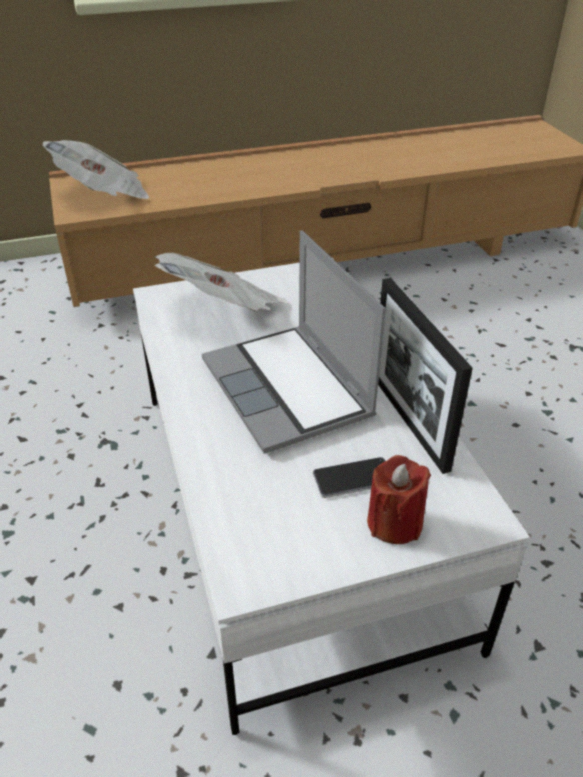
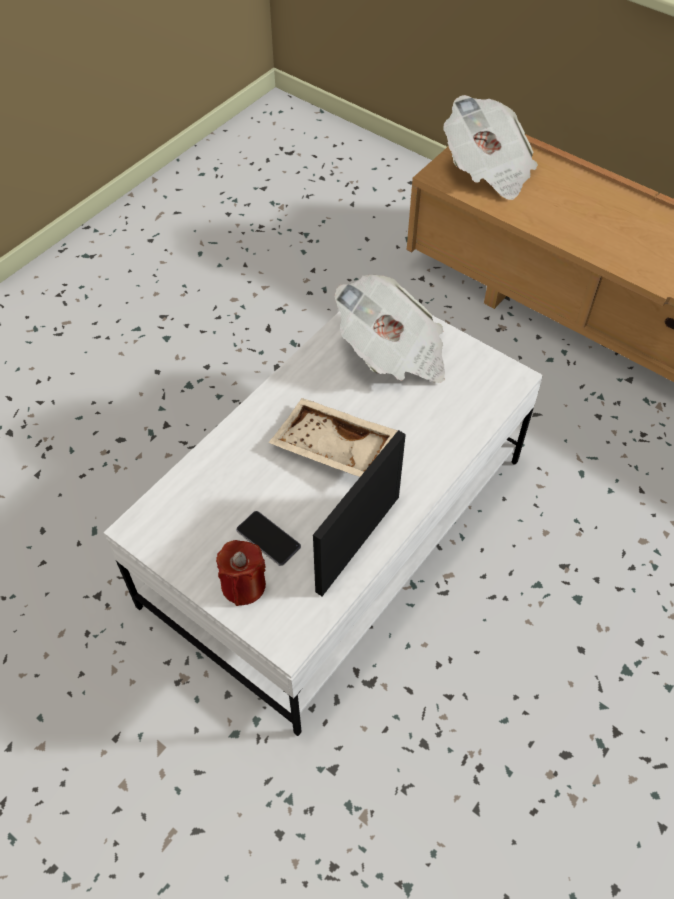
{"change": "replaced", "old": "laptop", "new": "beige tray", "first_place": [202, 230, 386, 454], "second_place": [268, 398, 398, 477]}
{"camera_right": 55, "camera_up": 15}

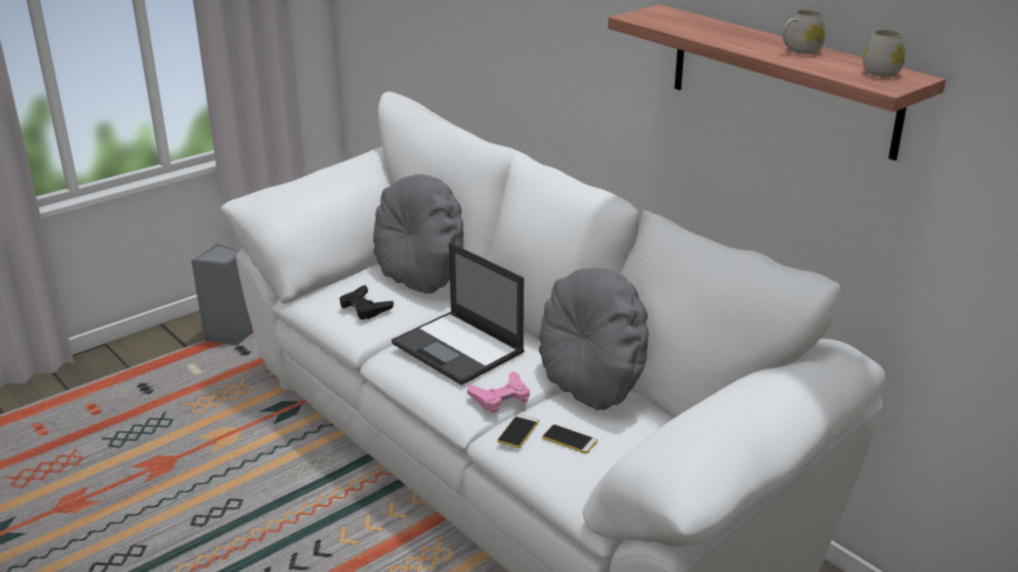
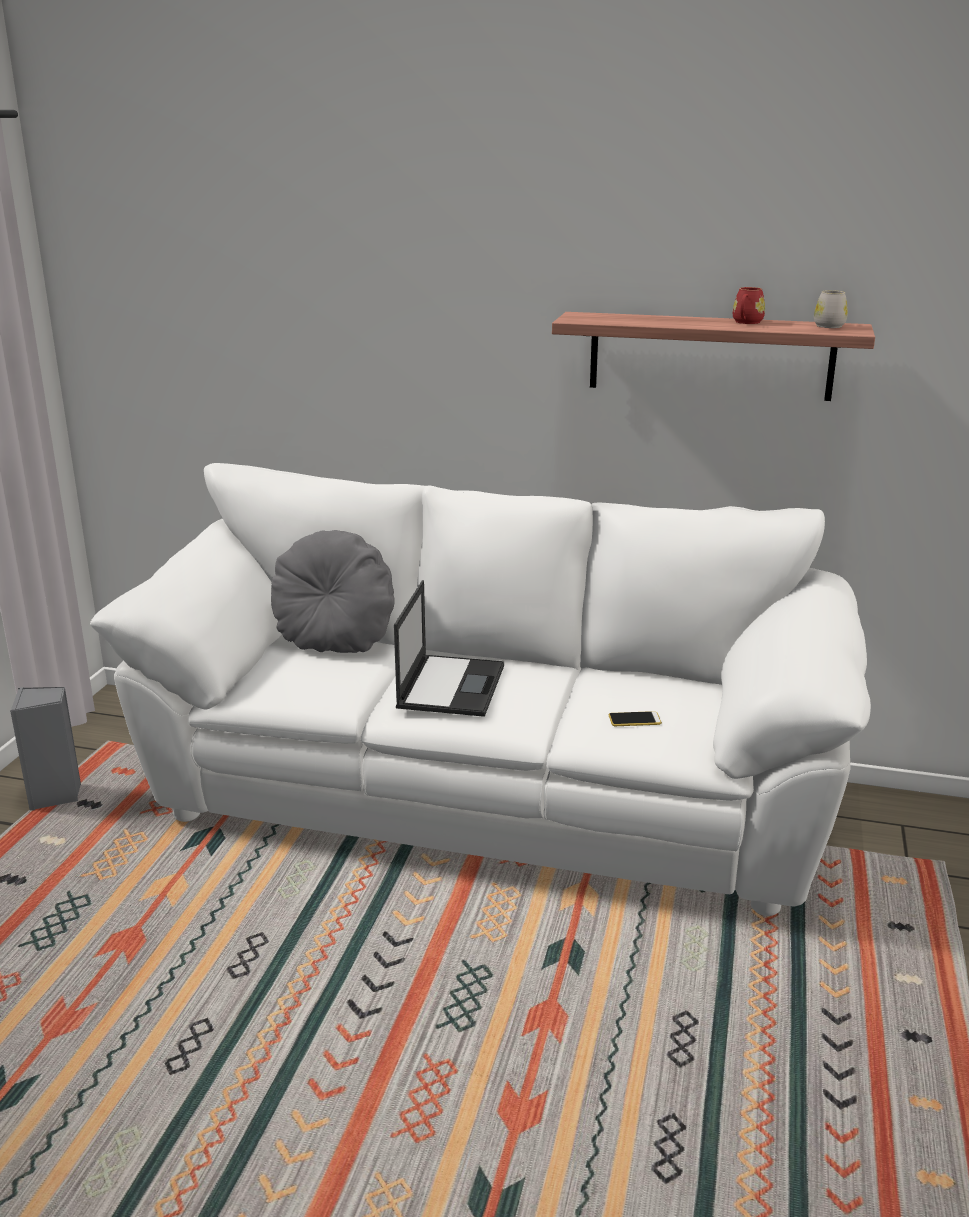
{"change": "removed", "old": "black game controller", "first_place": [340, 285, 394, 320]}
{"change": "removed", "old": "pink game controller", "first_place": [467, 371, 530, 413]}
{"change": "removed", "old": "phone", "first_place": [497, 414, 539, 448]}
{"change": "removed", "old": "grey pillow", "first_place": [539, 268, 649, 410]}
{"change": "recoloured", "old": "white mug", "new": "red mug", "first_place": [782, 9, 825, 54], "second_place": [733, 287, 765, 324]}
{"change": "turned", "old": "laptop", "first_place": [391, 242, 524, 385], "second_place": [394, 580, 504, 717], "degrees": -90}
{"camera_right": -35, "camera_up": -5}

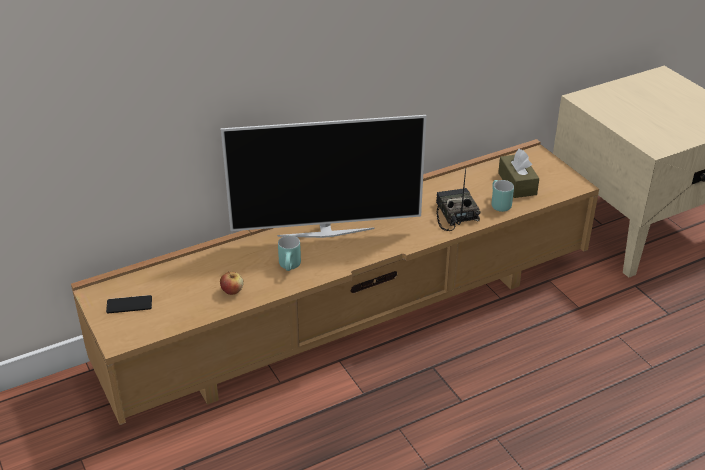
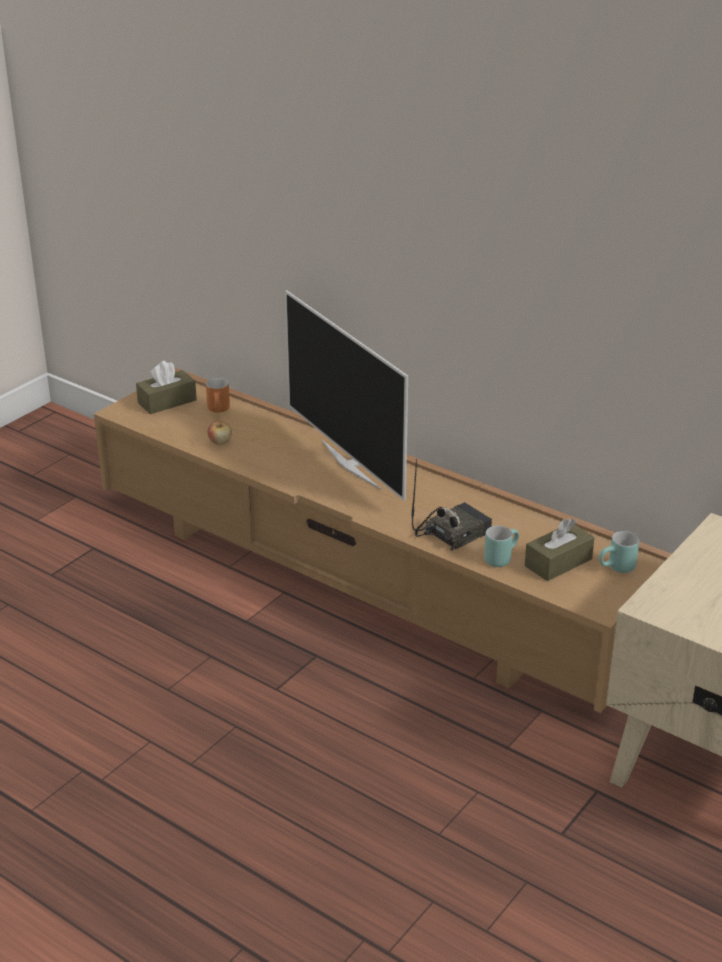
{"change": "added", "new": "orange mug", "second_place": [206, 378, 230, 413]}
{"change": "moved", "old": "turquoise mug", "first_place": [278, 235, 301, 271], "second_place": [599, 531, 639, 573]}
{"change": "replaced", "old": "phone", "new": "brown tissue box", "first_place": [106, 295, 152, 313], "second_place": [136, 361, 197, 414]}
{"camera_right": 65, "camera_up": -5}

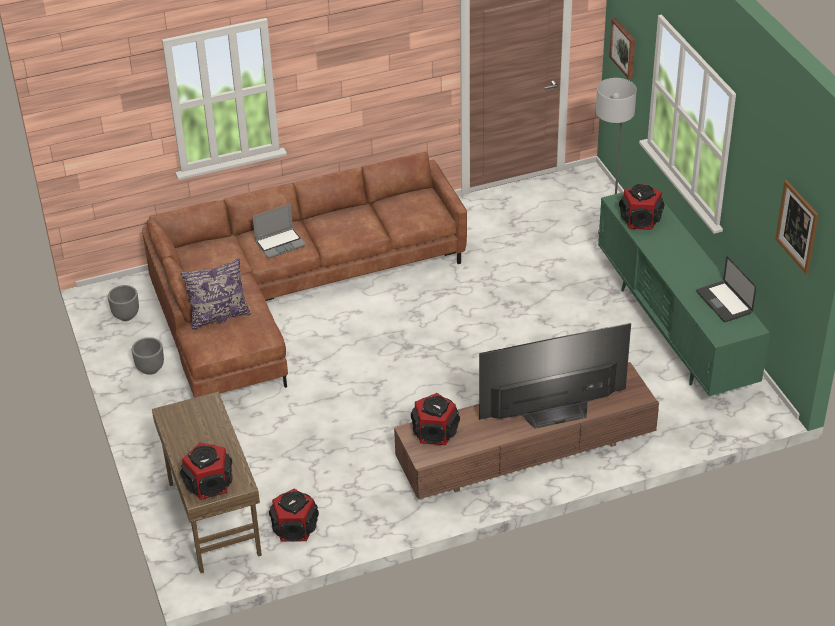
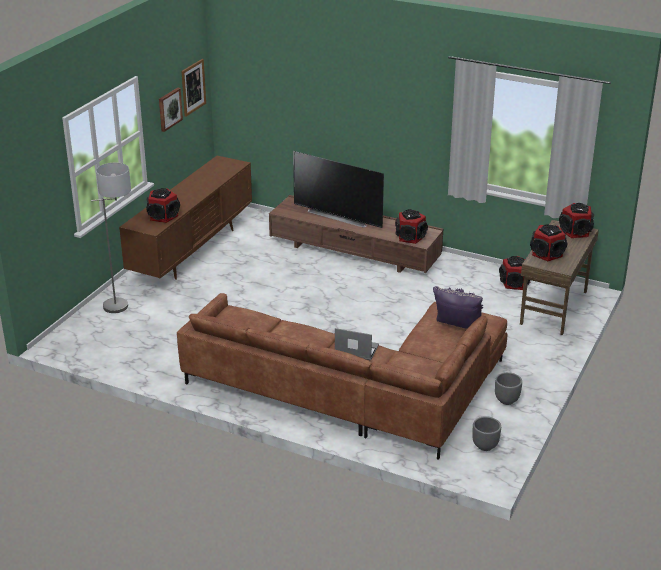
{"change": "removed", "old": "laptop", "first_place": [696, 256, 756, 322]}
{"change": "added", "new": "speaker", "second_place": [530, 224, 567, 261]}
{"change": "moved", "old": "picture", "first_place": [609, 18, 635, 79], "second_place": [159, 88, 183, 132]}
{"change": "recoloured", "old": "green cabinet", "new": "brown cabinet", "first_place": [598, 185, 770, 396], "second_place": [119, 156, 252, 280]}
{"camera_right": -135, "camera_up": -10}

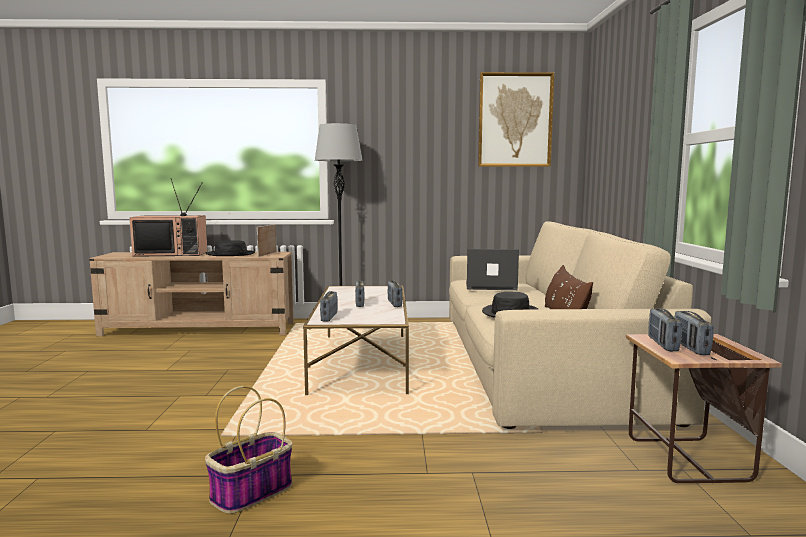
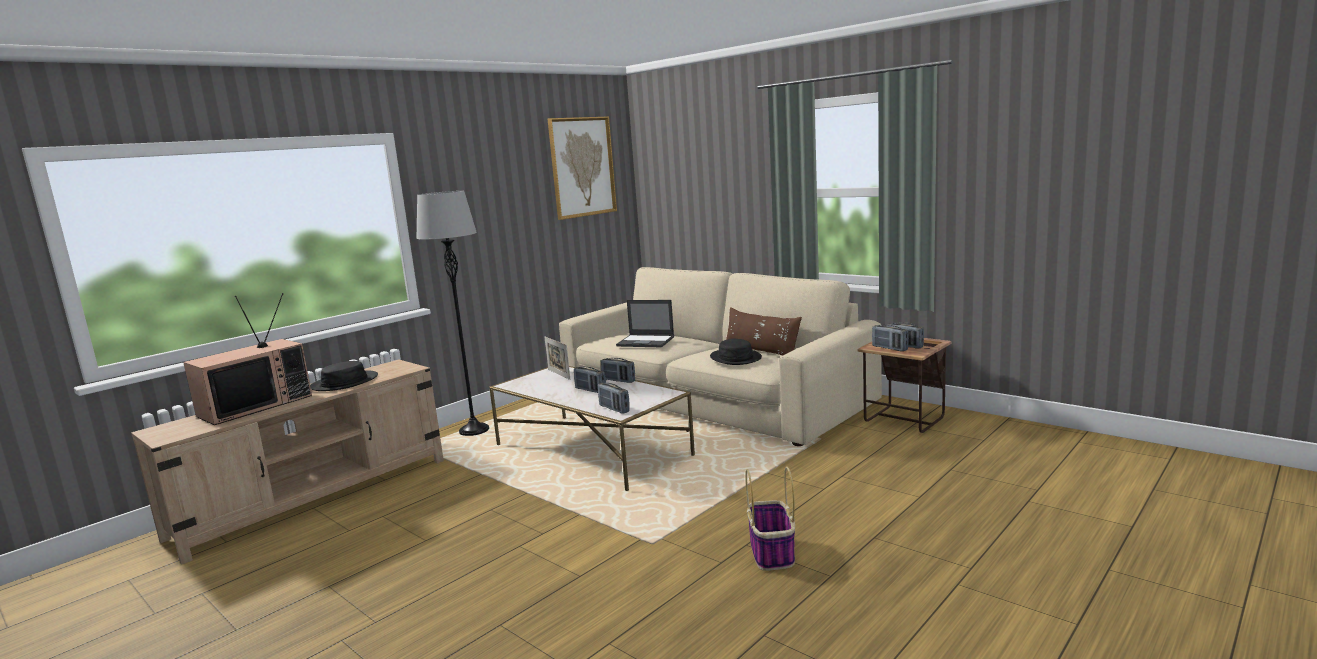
{"change": "moved", "old": "picture frame", "first_place": [257, 224, 277, 257], "second_place": [545, 337, 570, 380]}
{"change": "turned", "old": "laptop", "first_place": [466, 249, 519, 290], "second_place": [616, 300, 674, 347], "degrees": -120}
{"camera_right": -45, "camera_up": 5}

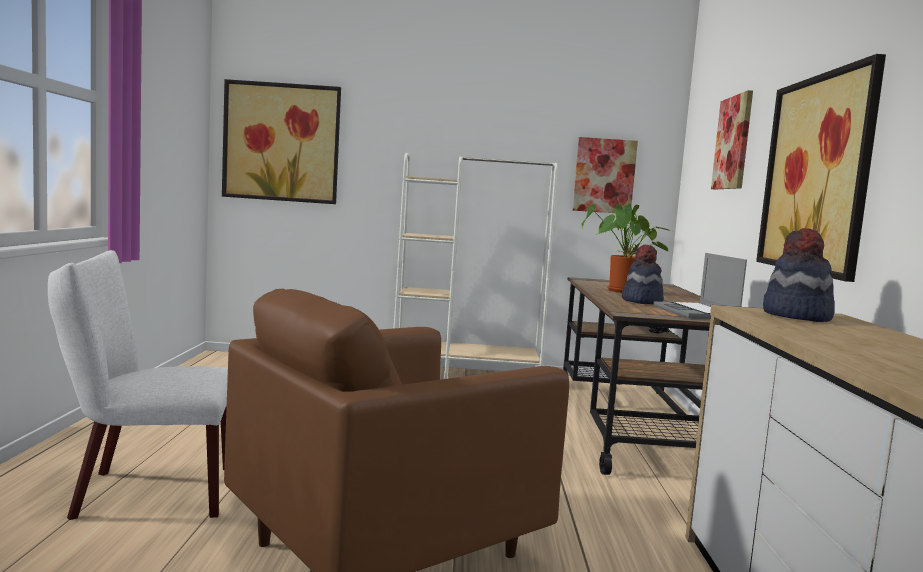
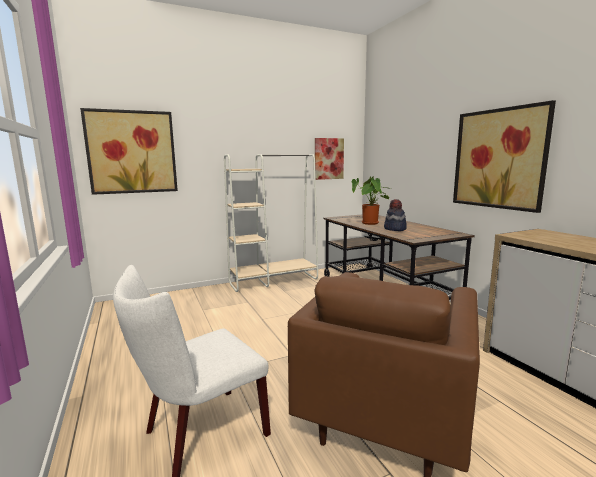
{"change": "removed", "old": "laptop", "first_place": [653, 253, 747, 319]}
{"change": "removed", "old": "picture", "first_place": [711, 90, 753, 190]}
{"change": "removed", "old": "hat", "first_place": [763, 228, 834, 322]}
{"camera_right": -25, "camera_up": 5}

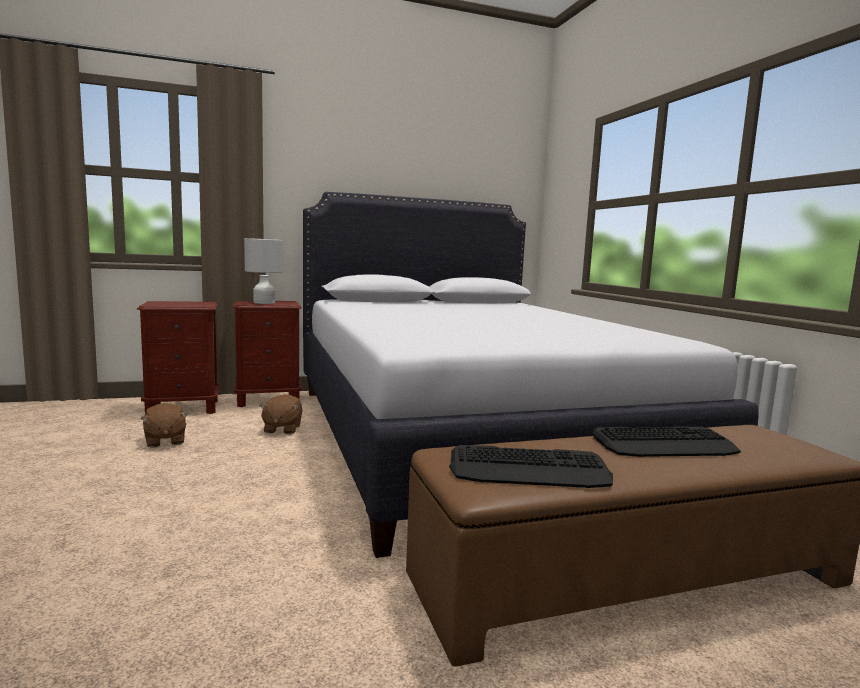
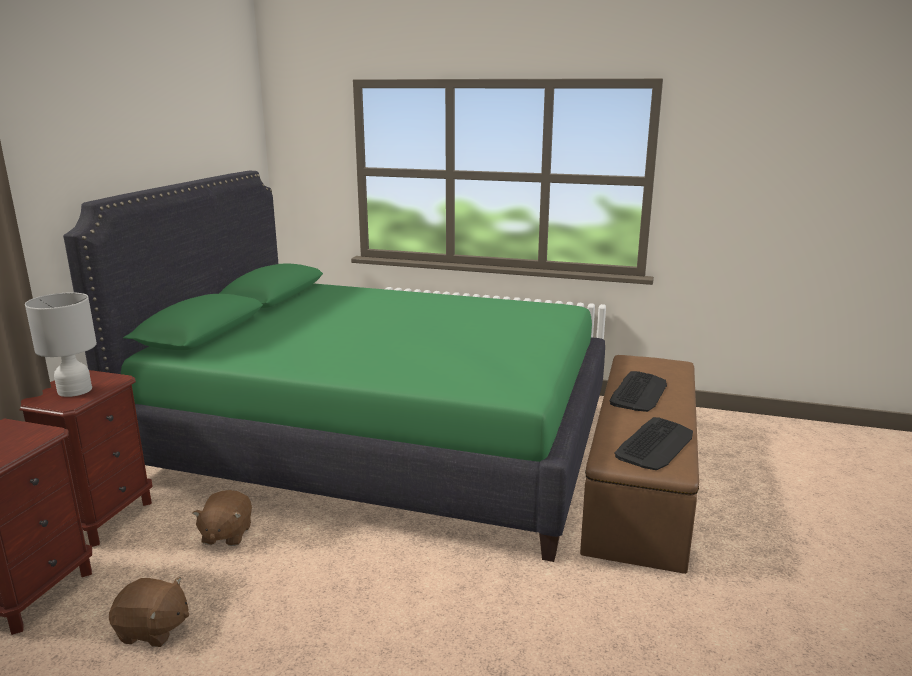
{"change": "recoloured", "old": "white bed", "new": "green bed", "first_place": [303, 192, 758, 558], "second_place": [63, 171, 605, 562]}
{"change": "turned", "old": "brown plush toy", "first_place": [259, 394, 303, 434], "second_place": [192, 490, 252, 546], "degrees": 60}
{"camera_right": -55, "camera_up": 10}

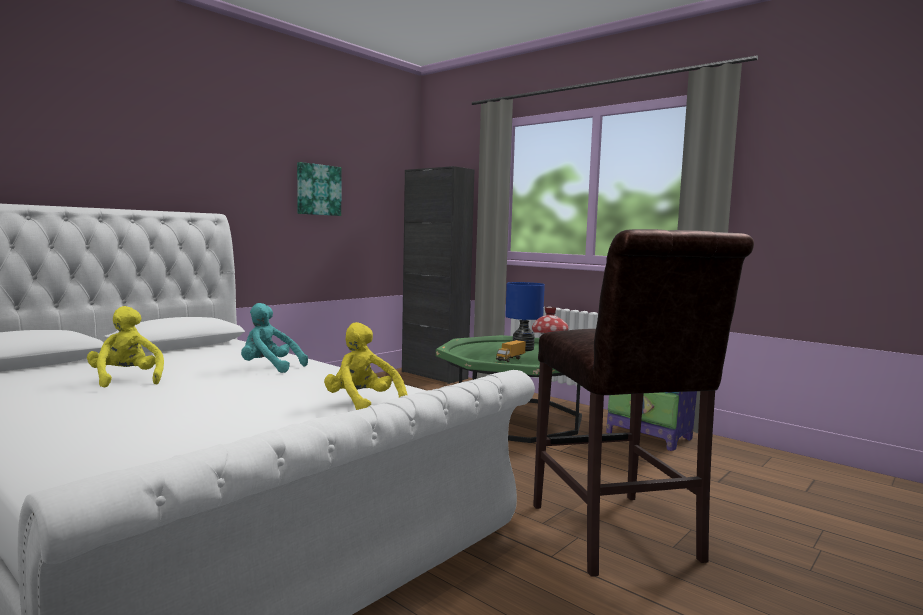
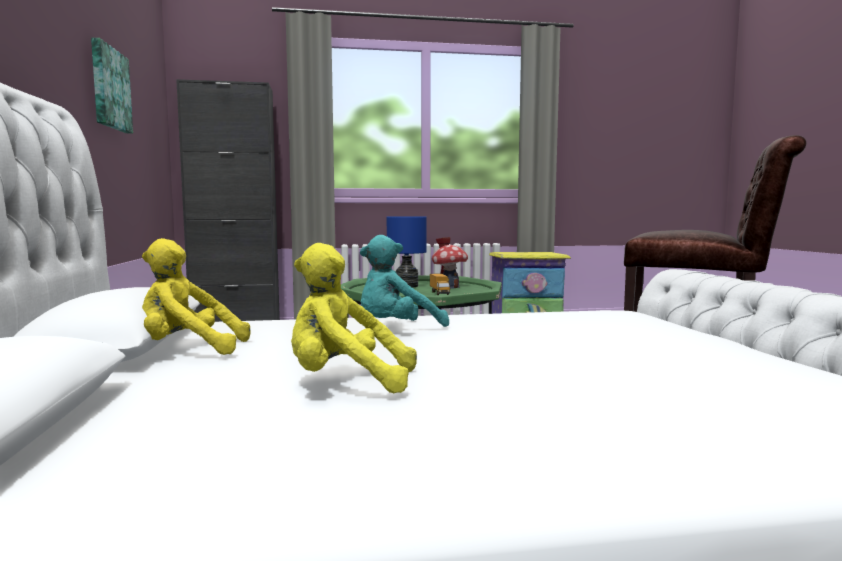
{"change": "moved", "old": "yellow plush toy", "first_place": [324, 322, 408, 410], "second_place": [142, 238, 250, 355]}
{"camera_right": -50, "camera_up": 0}

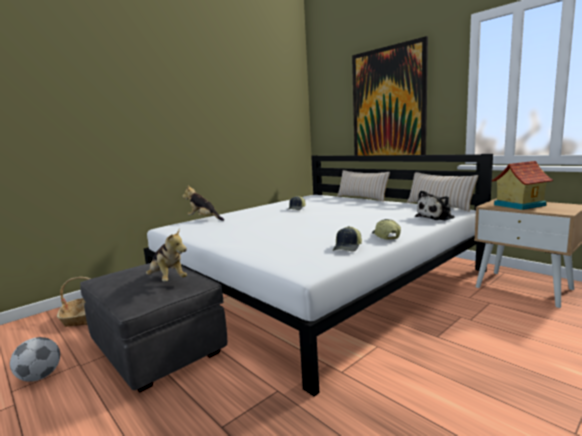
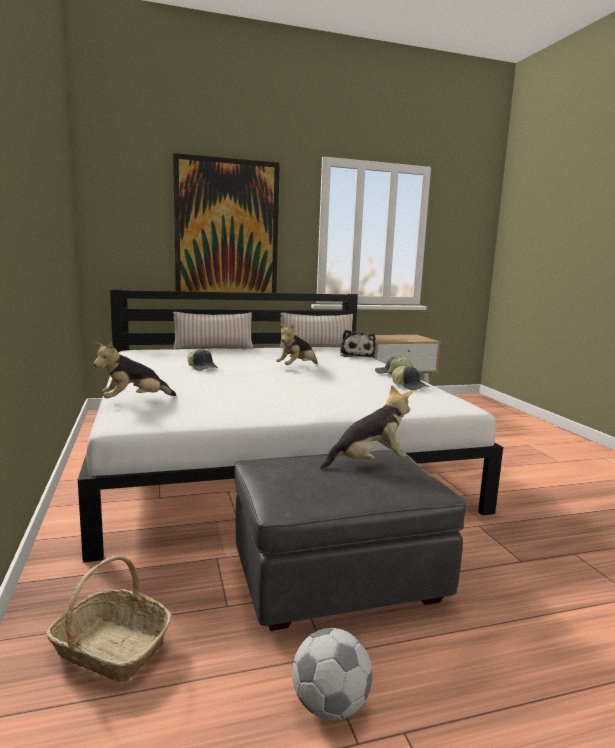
{"change": "removed", "old": "toy house", "first_place": [491, 161, 553, 210]}
{"change": "added", "new": "plush toy", "second_place": [276, 324, 318, 365]}
{"camera_right": -65, "camera_up": 0}

